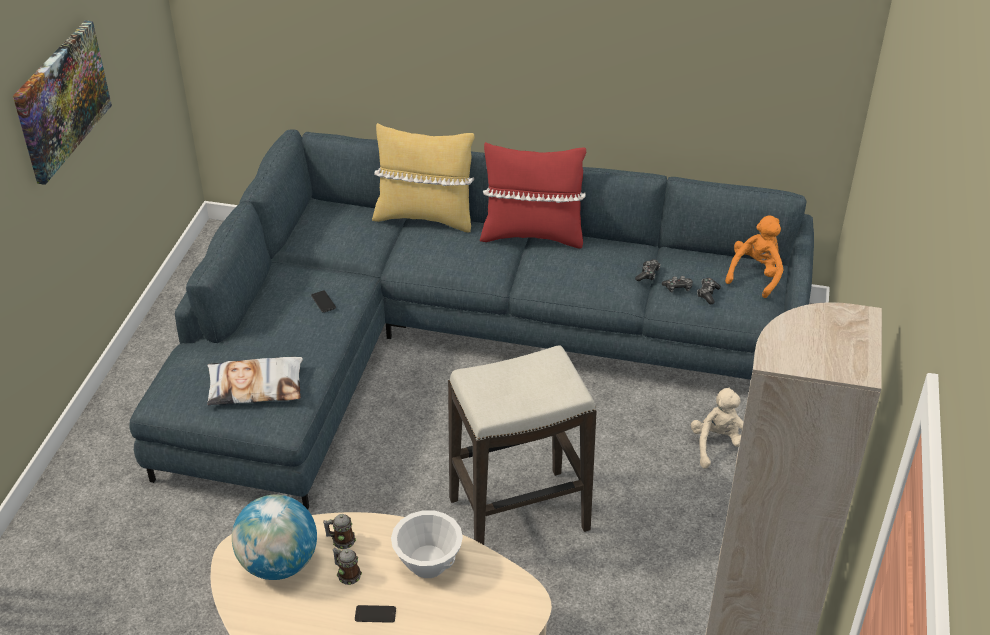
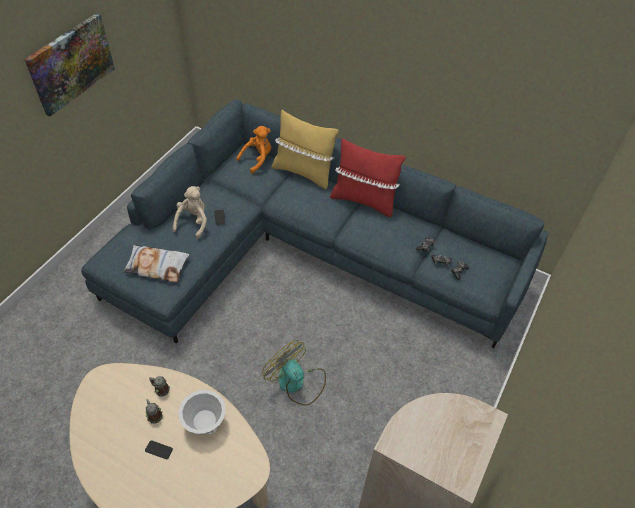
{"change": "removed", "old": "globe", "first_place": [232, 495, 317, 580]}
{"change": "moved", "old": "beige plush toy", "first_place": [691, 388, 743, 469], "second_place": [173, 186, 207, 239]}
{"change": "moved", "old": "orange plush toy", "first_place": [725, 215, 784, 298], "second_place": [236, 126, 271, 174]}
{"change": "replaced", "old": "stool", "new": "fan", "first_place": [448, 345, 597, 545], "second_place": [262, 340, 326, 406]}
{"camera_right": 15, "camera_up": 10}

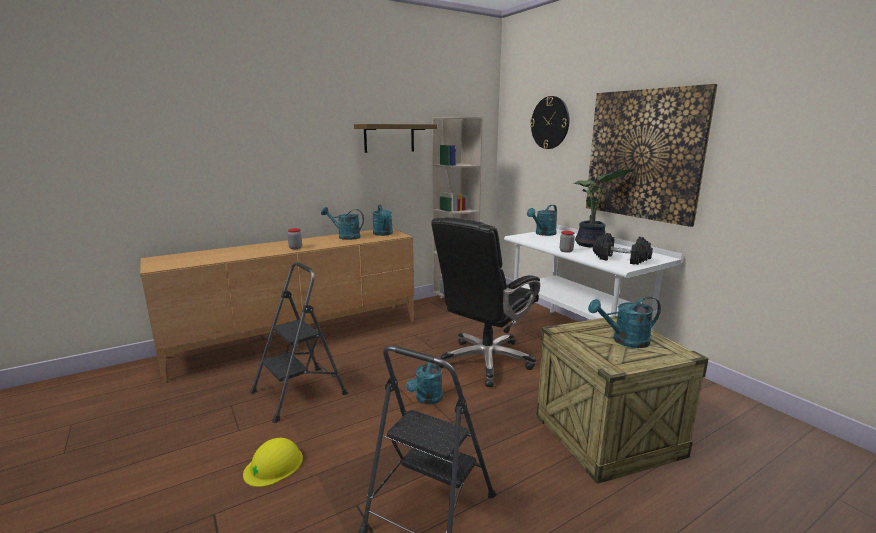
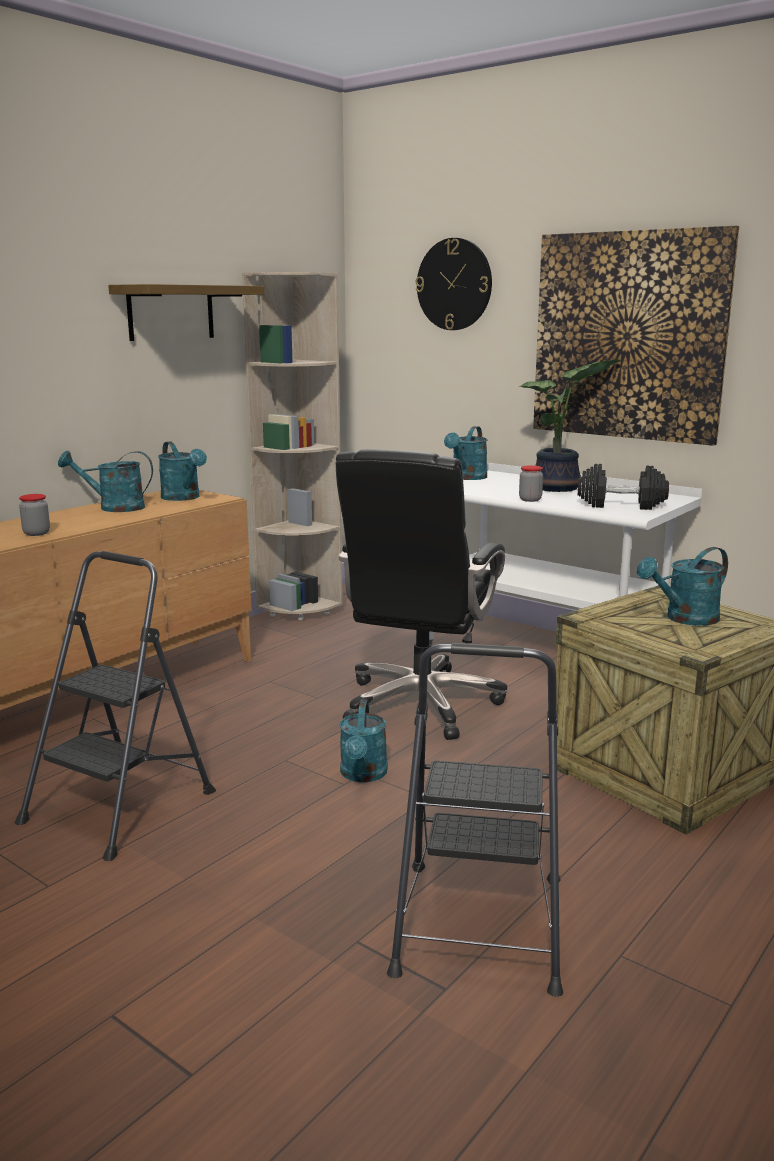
{"change": "removed", "old": "yellow hard hat", "first_place": [243, 438, 303, 487]}
{"camera_right": -20, "camera_up": 0}

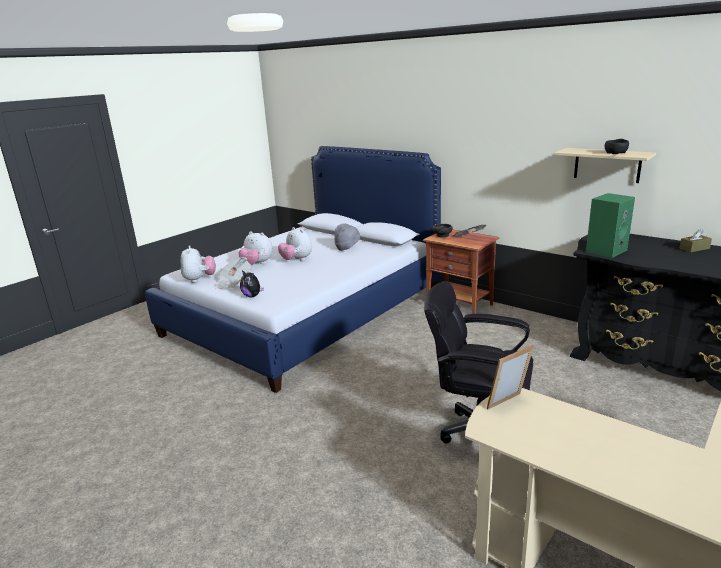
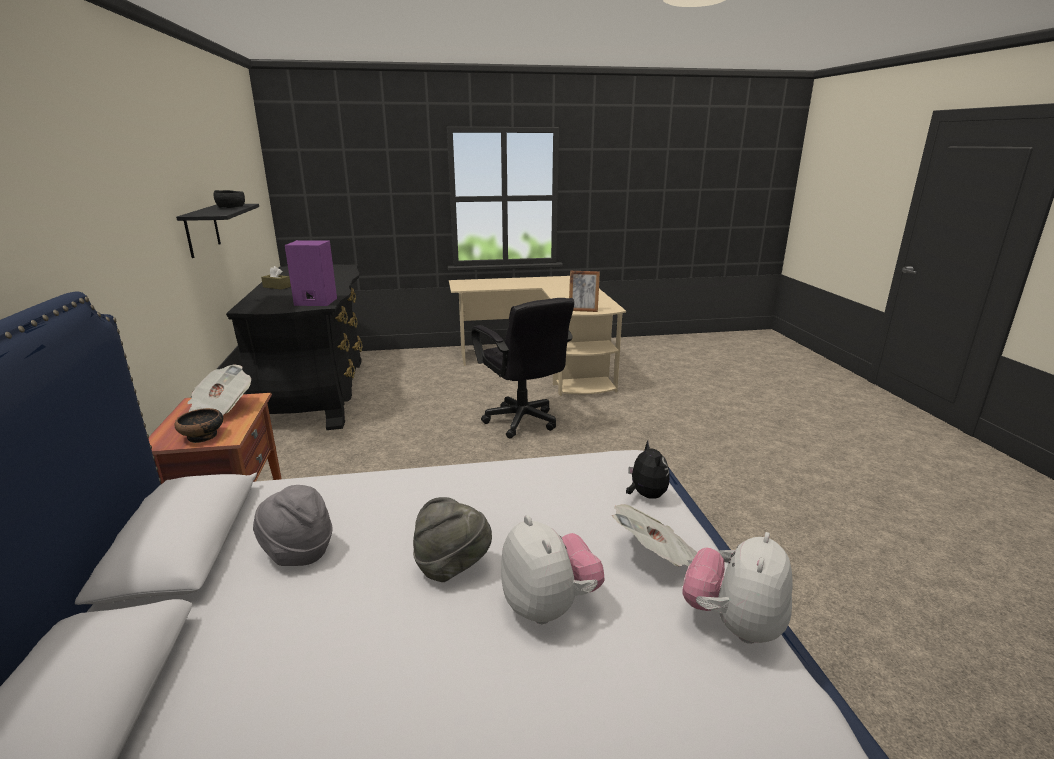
{"change": "replaced", "old": "plush toy", "new": "grey hat", "first_place": [278, 227, 312, 261], "second_place": [413, 497, 492, 582]}
{"change": "recoloured", "old": "beige shelf", "new": "black shelf", "first_place": [554, 148, 656, 183], "second_place": [176, 204, 259, 258]}
{"change": "recoloured", "old": "green speaker", "new": "purple speaker", "first_place": [586, 193, 635, 258], "second_place": [285, 240, 337, 306]}
{"camera_right": -140, "camera_up": 0}

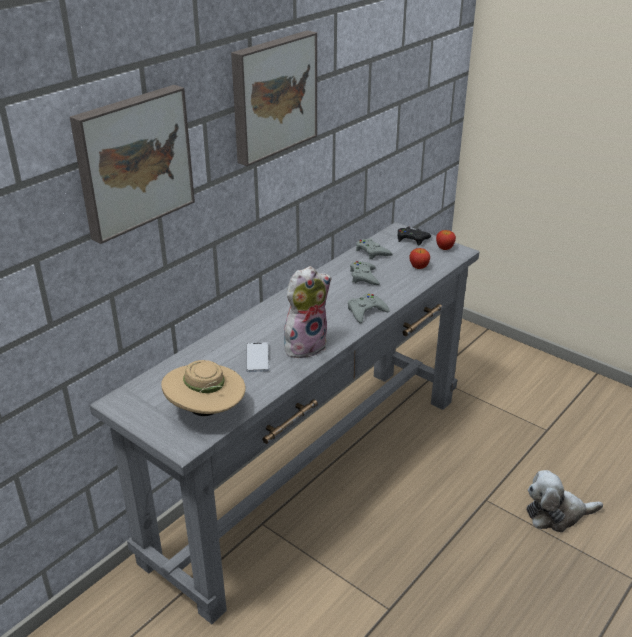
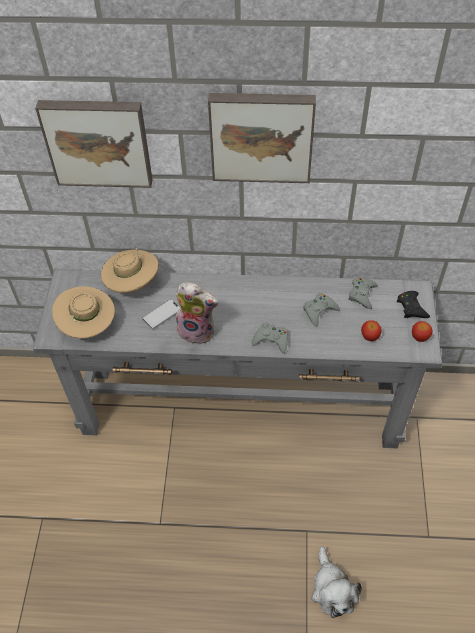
{"change": "added", "new": "beige hat", "second_place": [101, 247, 159, 293]}
{"change": "turned", "old": "plush toy", "first_place": [527, 470, 603, 532], "second_place": [311, 546, 362, 618], "degrees": -150}
{"camera_right": 55, "camera_up": 20}

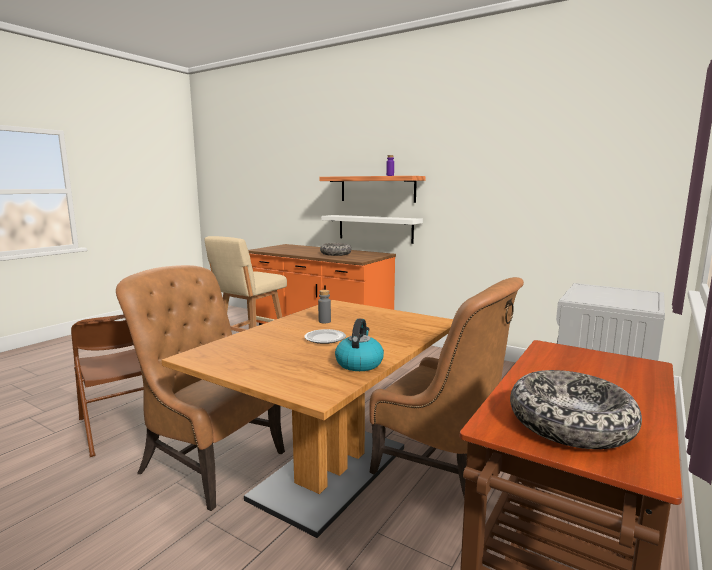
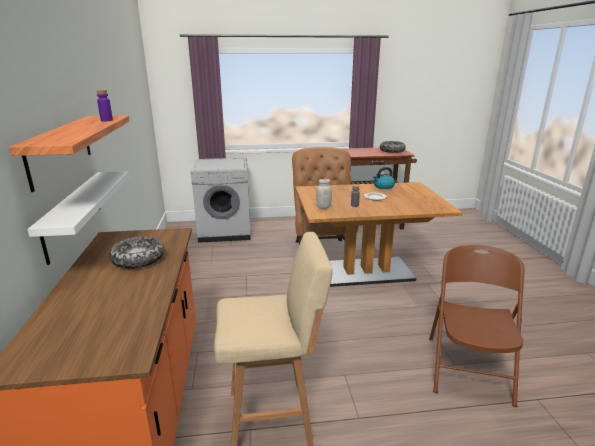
{"change": "removed", "old": "brown chair", "first_place": [116, 265, 285, 511]}
{"change": "added", "new": "white jar", "second_place": [316, 179, 332, 209]}
{"camera_right": -130, "camera_up": 10}

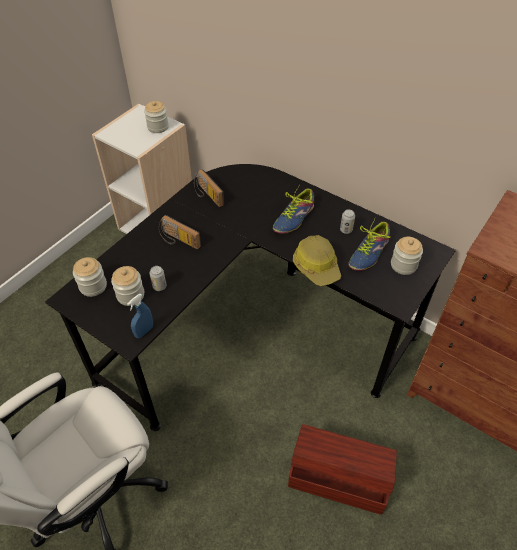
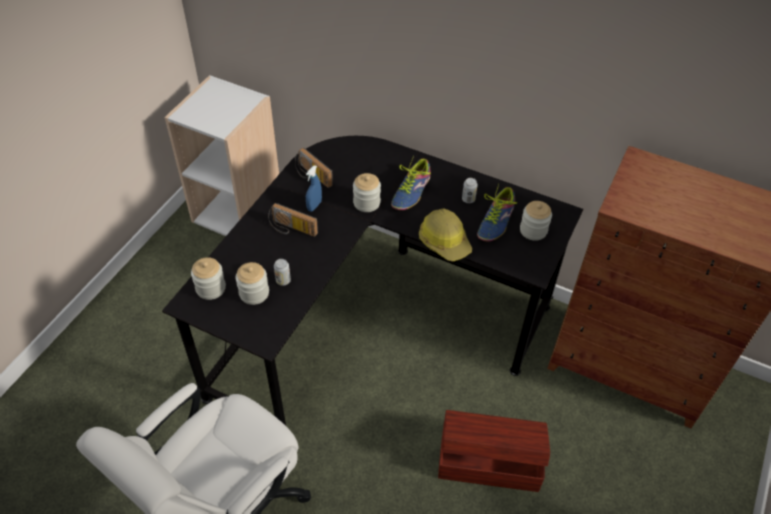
{"change": "moved", "old": "blue spray bottle", "first_place": [127, 294, 153, 339], "second_place": [306, 165, 322, 212]}
{"change": "moved", "old": "jar", "first_place": [144, 101, 169, 133], "second_place": [353, 173, 381, 212]}
{"camera_right": -10, "camera_up": 0}

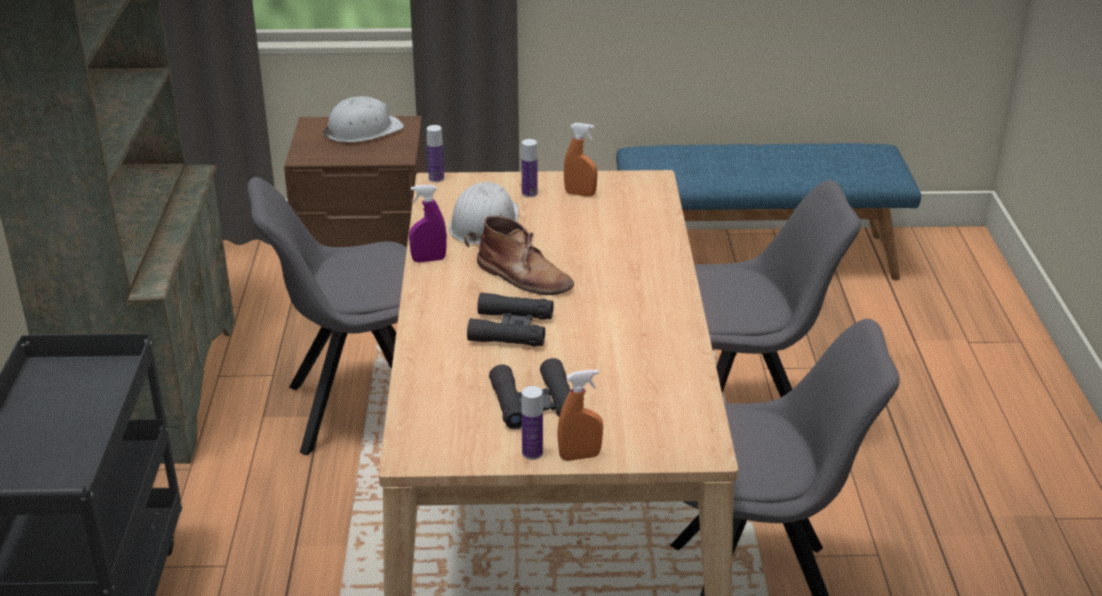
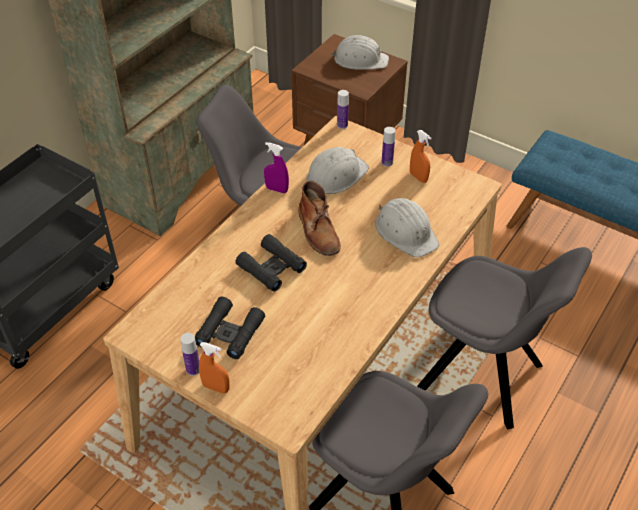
{"change": "added", "new": "white hard hat", "second_place": [375, 198, 439, 257]}
{"camera_right": 35, "camera_up": 15}

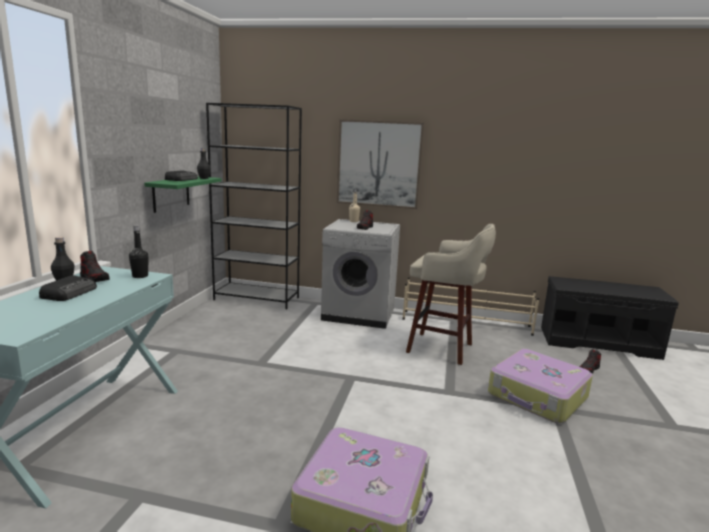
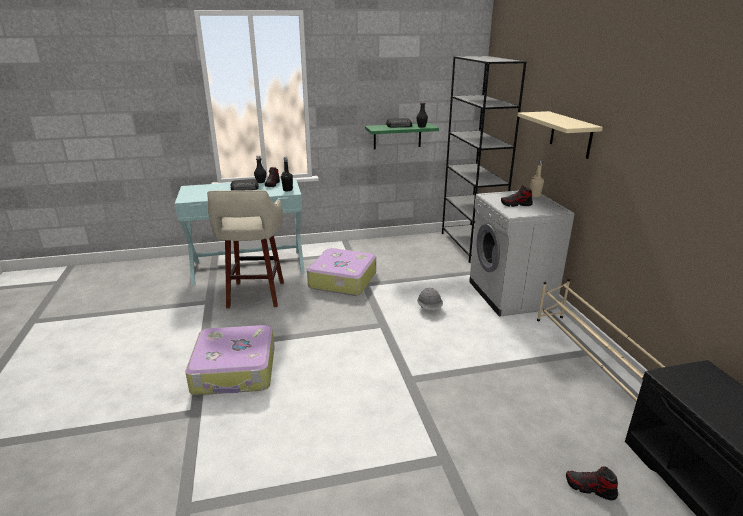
{"change": "added", "new": "grey hard hat", "second_place": [417, 288, 443, 310]}
{"change": "moved", "old": "beige stool", "first_place": [406, 224, 496, 365], "second_place": [207, 190, 284, 308]}
{"change": "moved", "old": "suitcase", "first_place": [488, 349, 593, 423], "second_place": [307, 248, 376, 296]}
{"change": "replaced", "old": "picture", "new": "beige shelf", "first_place": [337, 119, 424, 209], "second_place": [518, 111, 603, 159]}
{"camera_right": 65, "camera_up": 10}

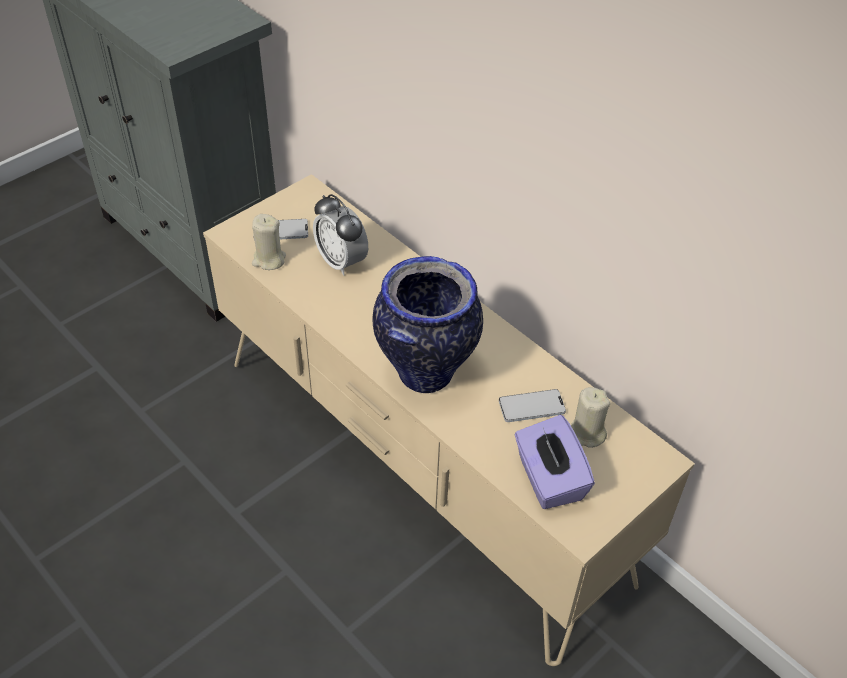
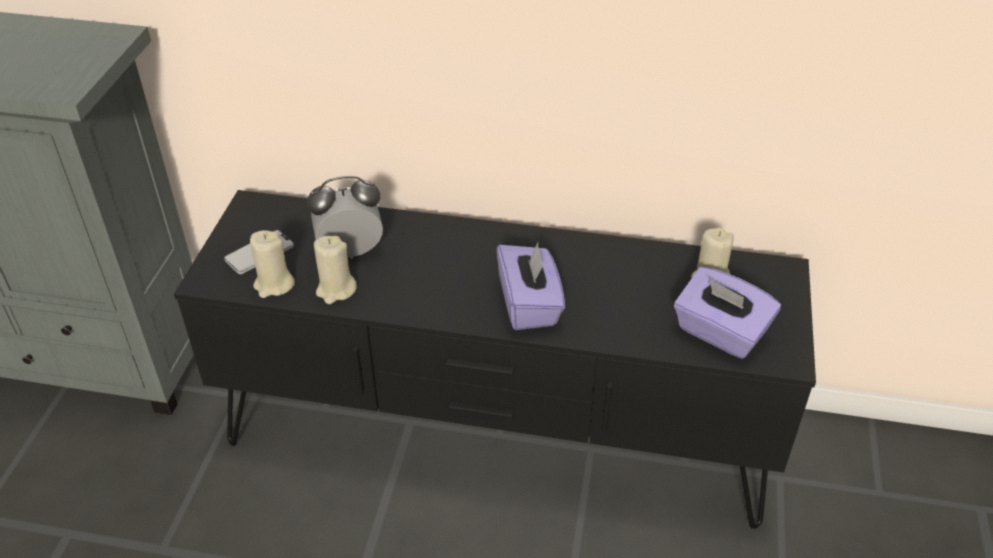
{"change": "removed", "old": "phone", "first_place": [499, 389, 566, 422]}
{"change": "added", "new": "beige candle", "second_place": [314, 236, 357, 304]}
{"change": "replaced", "old": "vase", "new": "purple tissue box", "first_place": [373, 256, 483, 393], "second_place": [496, 243, 565, 330]}
{"change": "recoloured", "old": "beige tv stand", "new": "black tv stand", "first_place": [203, 174, 695, 666], "second_place": [174, 190, 816, 529]}
{"change": "turned", "old": "alarm clock", "first_place": [313, 194, 368, 276], "second_place": [307, 176, 383, 258], "degrees": 150}
{"camera_right": -35, "camera_up": -5}

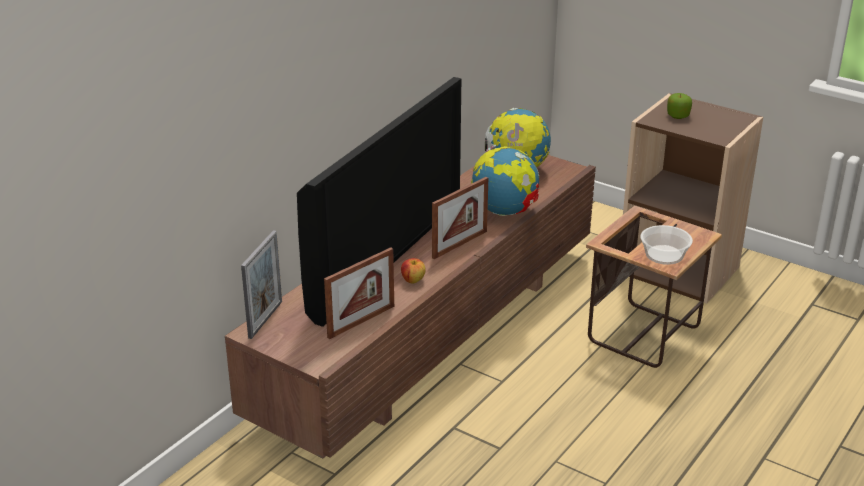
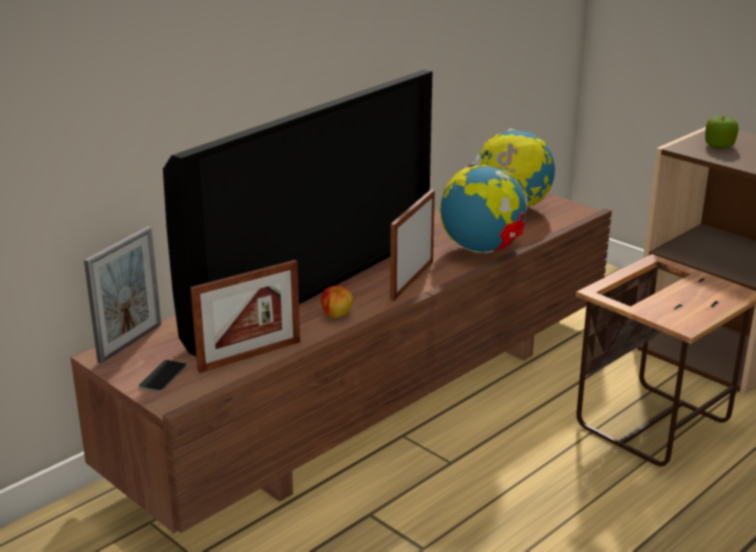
{"change": "removed", "old": "bowl", "first_place": [640, 225, 693, 265]}
{"change": "added", "new": "phone", "second_place": [139, 360, 186, 392]}
{"change": "turned", "old": "picture frame", "first_place": [432, 177, 488, 259], "second_place": [390, 189, 435, 301], "degrees": 150}
{"camera_right": 10, "camera_up": -5}

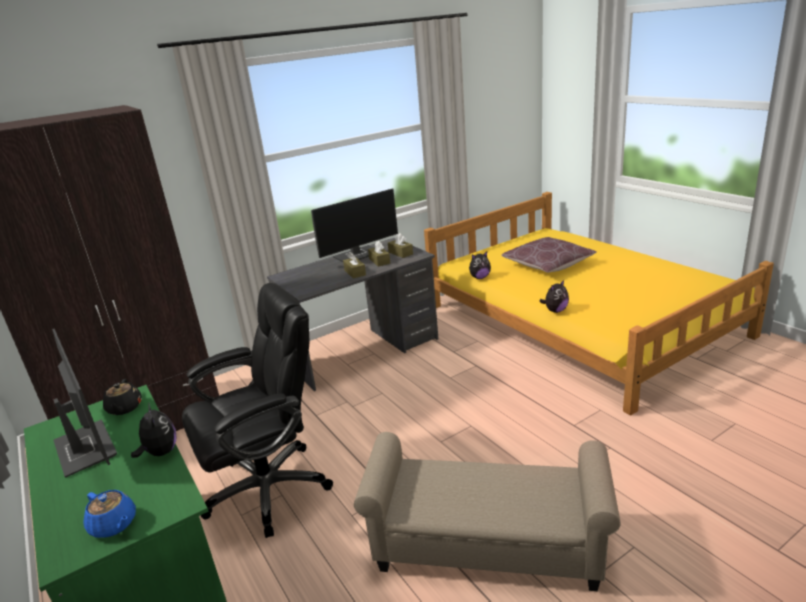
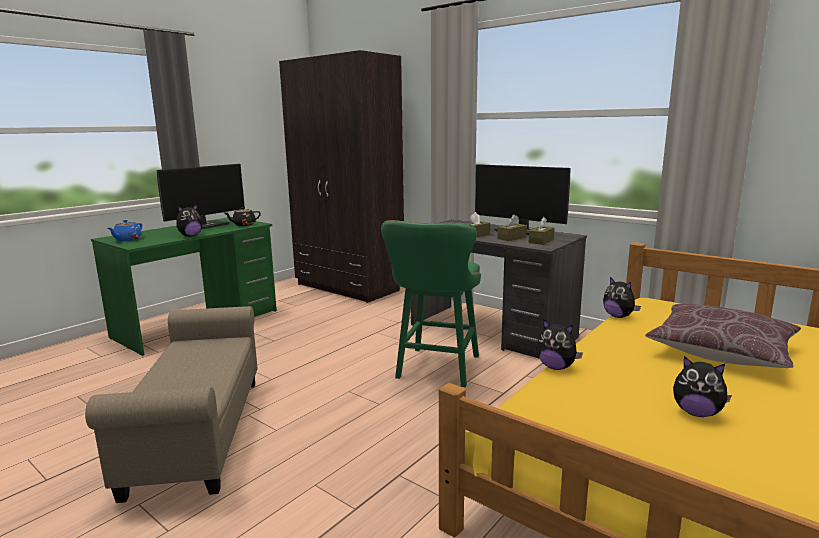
{"change": "removed", "old": "black office chair", "first_place": [182, 283, 333, 538]}
{"change": "added", "new": "green stool", "second_place": [381, 220, 481, 387]}
{"change": "added", "new": "plush toy", "second_place": [673, 356, 732, 417]}
{"camera_right": 70, "camera_up": -10}

